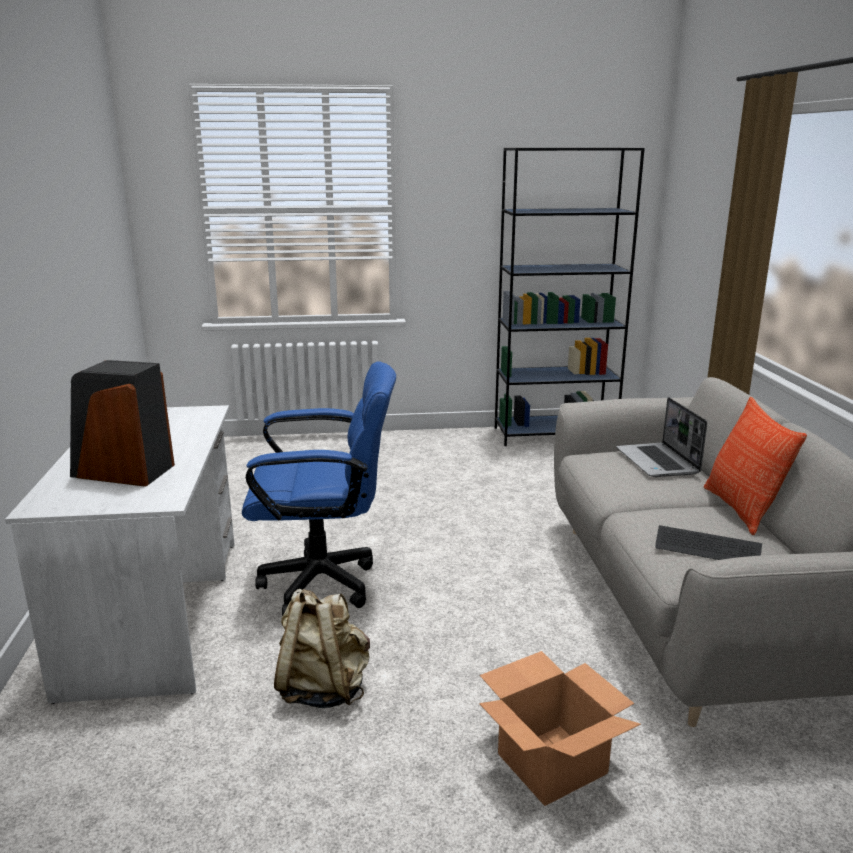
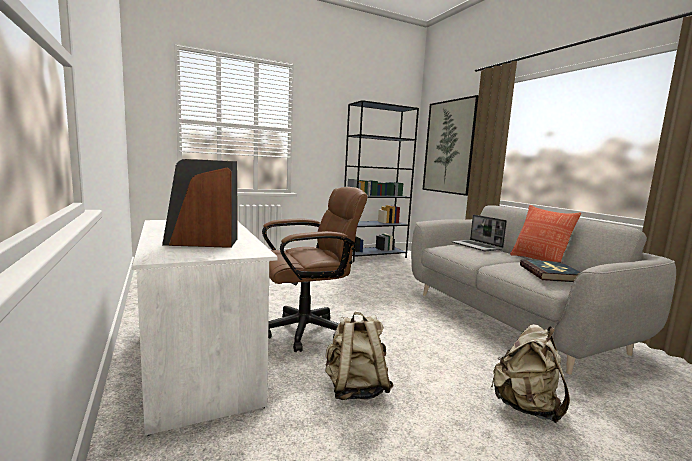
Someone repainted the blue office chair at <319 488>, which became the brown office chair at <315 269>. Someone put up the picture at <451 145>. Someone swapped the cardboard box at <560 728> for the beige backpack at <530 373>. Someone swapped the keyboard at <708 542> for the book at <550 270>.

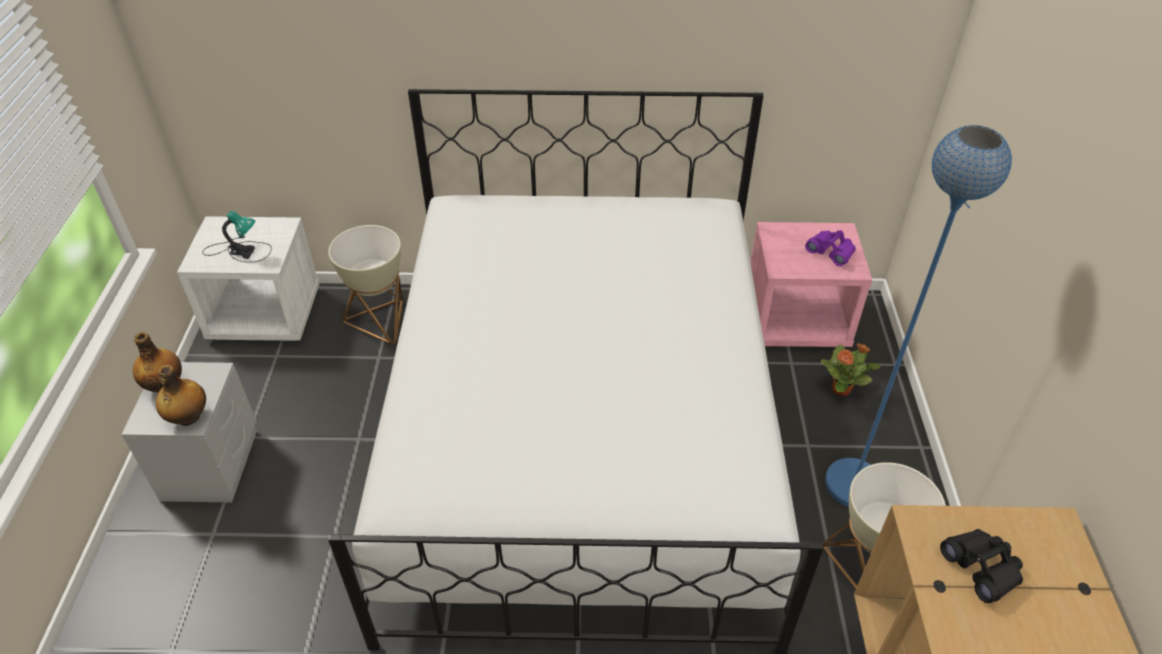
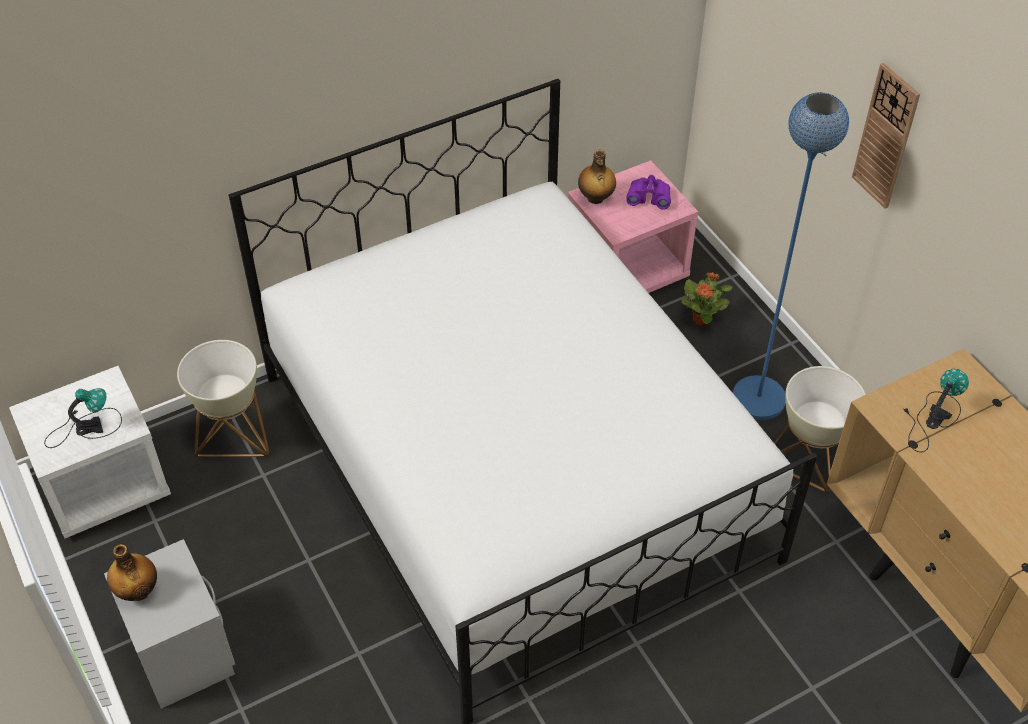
Someone carried the bottle from <181 395> to <597 177>. Someone put up the wall clock at <886 136>. Someone swapped the black binoculars at <981 566> for the table lamp at <936 411>.

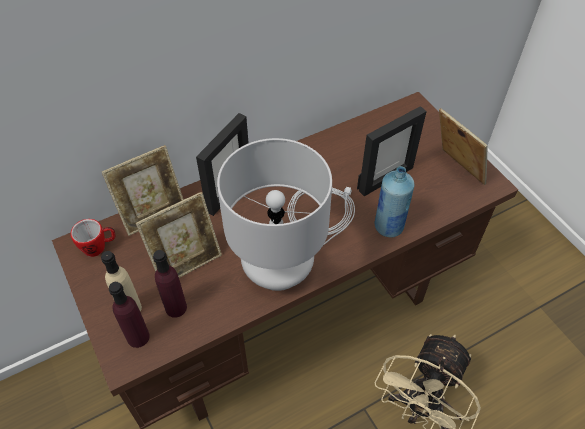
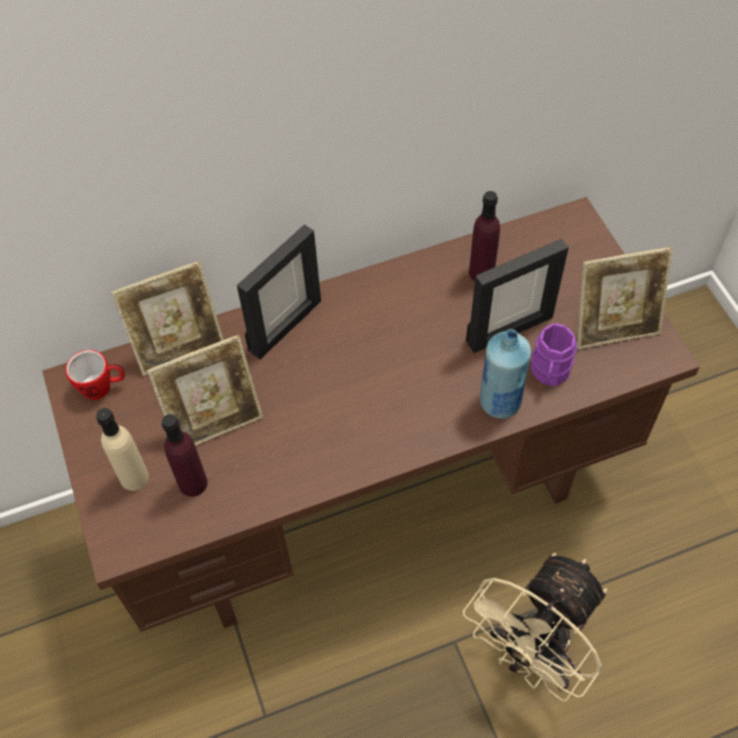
Someone carried the purple bottle from <129 315> to <484 236>. Someone put down the purple mug at <554 354>. Someone rotated the picture frame at <463 146> by 105 degrees clockwise. Someone took away the grey table lamp at <286 214>.

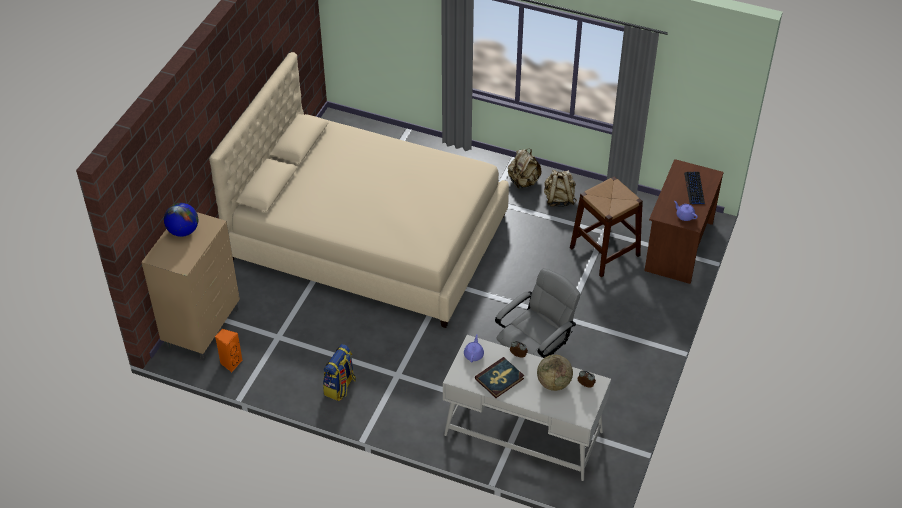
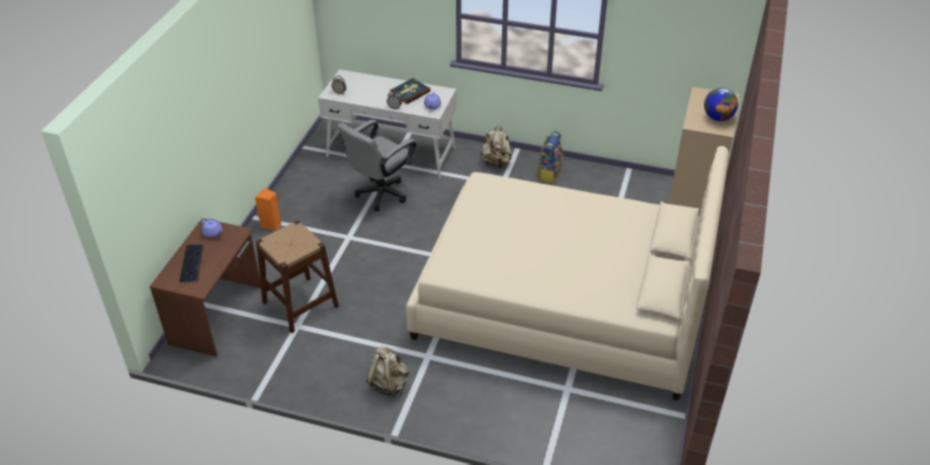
Someone carried the orange speaker from <229 350> to <268 209>. Someone carried the beige backpack from <560 188> to <496 147>. Someone took away the globe at <555 373>.

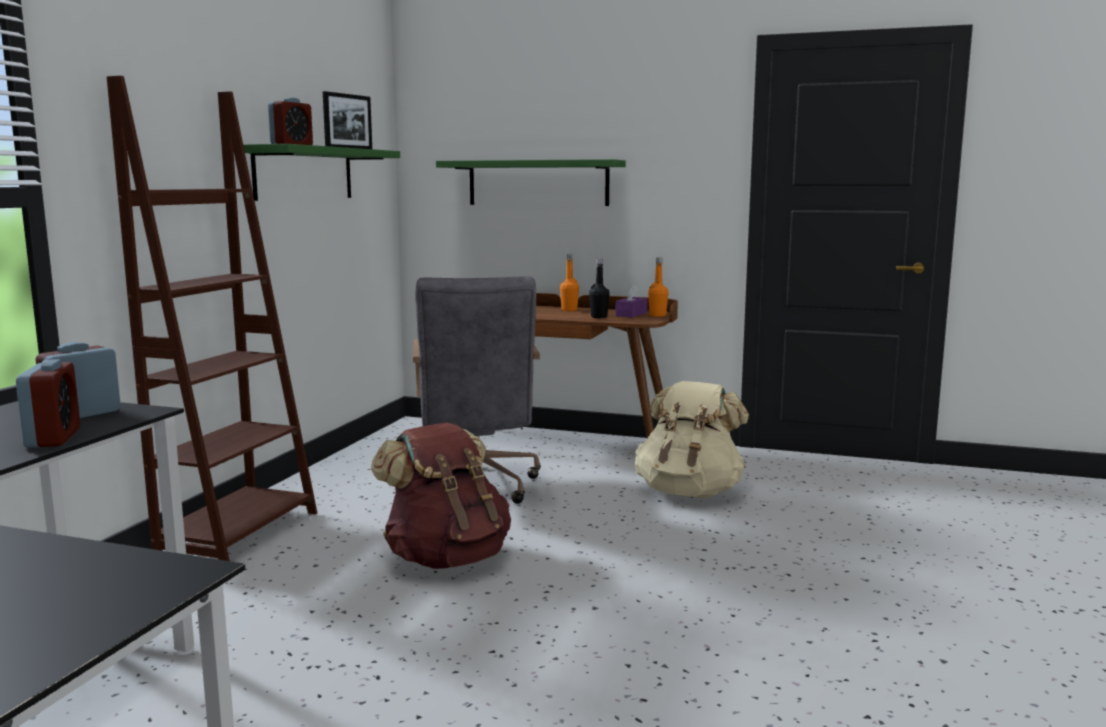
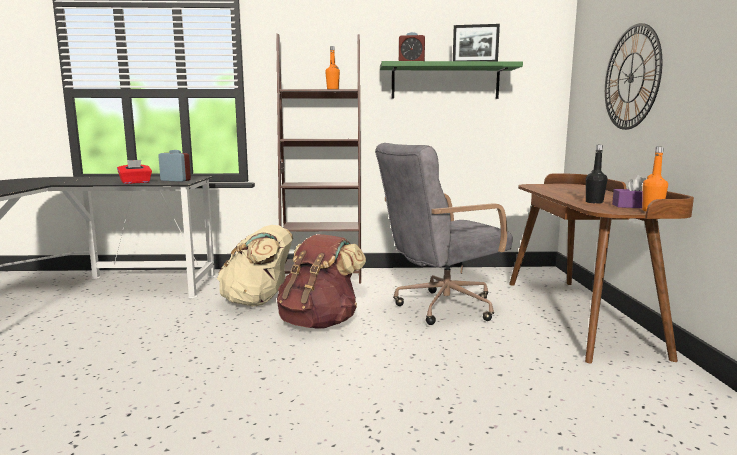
Someone swapped the alarm clock at <48 403> for the red tissue box at <134 172>. Someone carried the beige backpack from <692 439> to <255 266>. Someone carried the orange bottle from <569 282> to <332 67>. Someone swapped the green shelf at <531 182> for the wall clock at <633 76>.

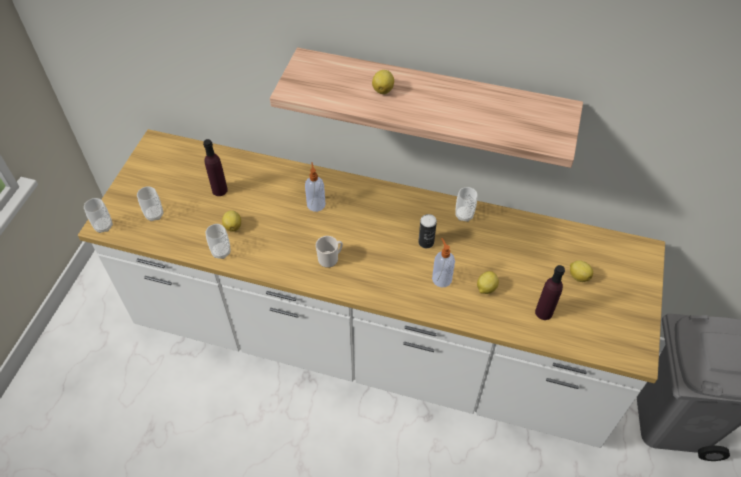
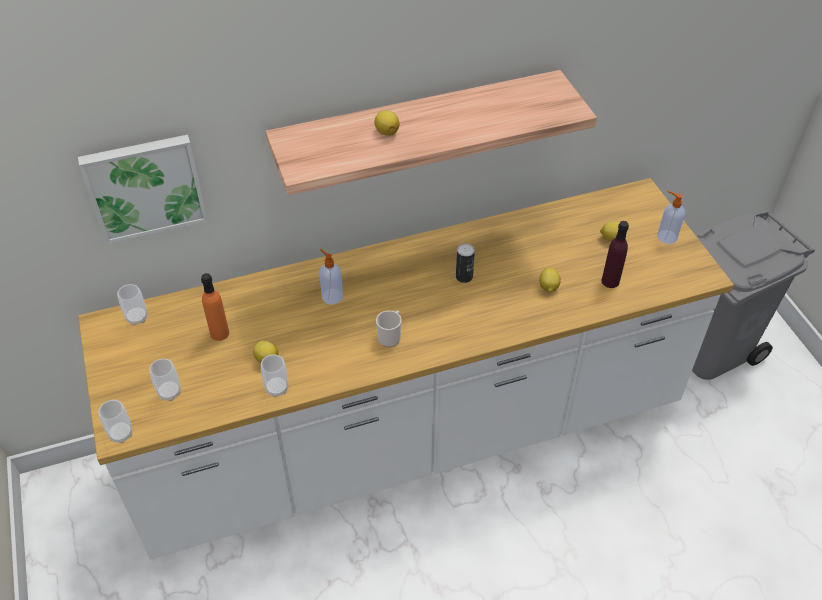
Someone put up the picture at <143 189>. Someone carried the cup from <466 204> to <132 305>. Someone repainted the purple bottle at <215 167>, which became the orange bottle at <215 307>. Someone carried the soap dispenser from <443 263> to <671 217>.

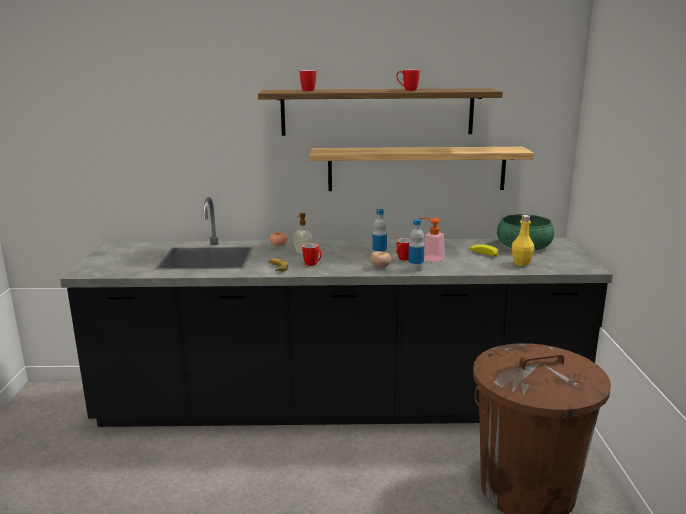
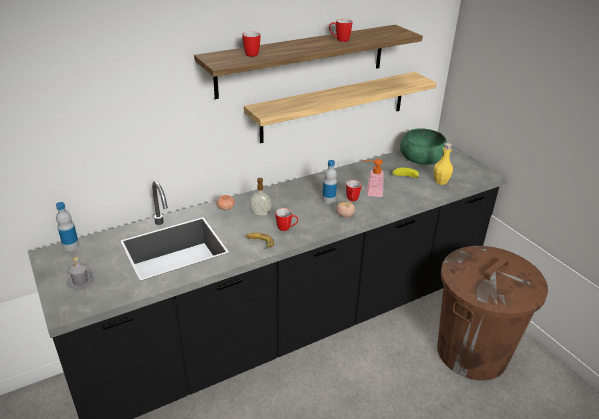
Someone carried the bottle from <416 245> to <67 226>. Someone put down the grey mug at <81 273>.

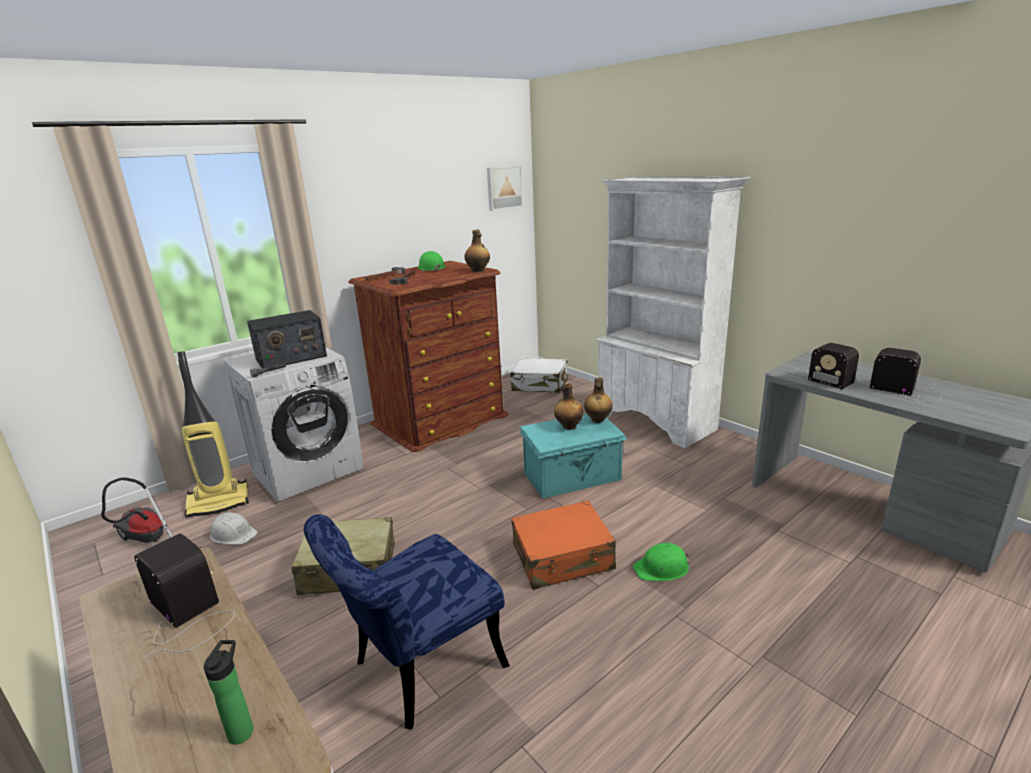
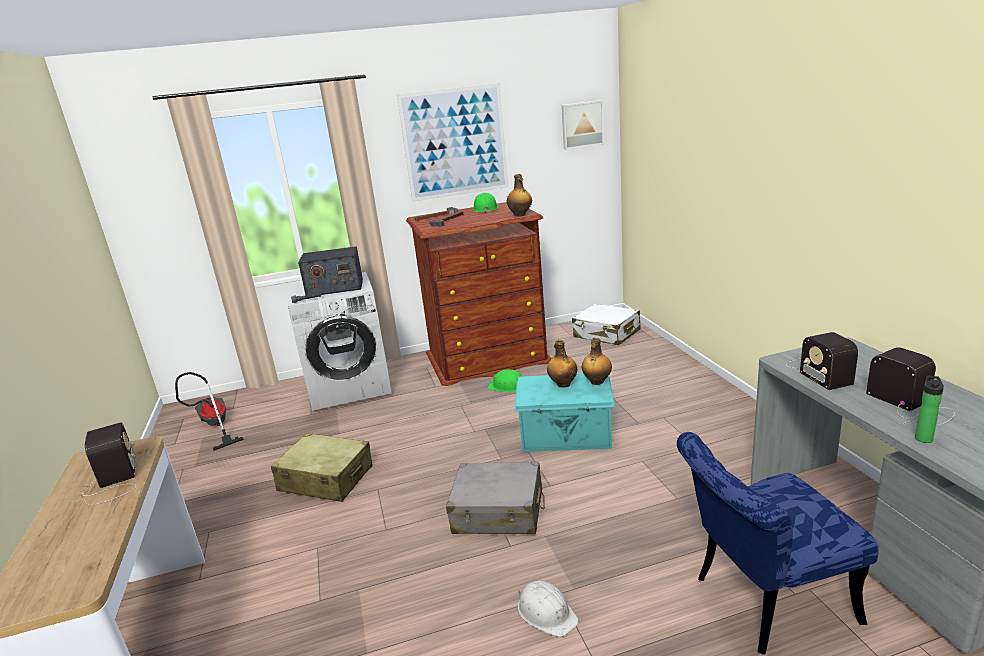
Someone put up the picture at <452 142>. Someone repainted the orange suitcase at <564 545>, which became the grey suitcase at <495 498>. Someone carried the green hard hat from <661 562> to <505 380>. Someone carried the white hard hat from <234 528> to <548 609>. Someone carried the blue chair from <407 621> to <778 543>. Someone carried the bottle from <229 692> to <929 409>. Someone took away the vacuum cleaner at <213 434>. Someone took away the white bookcase at <673 312>.

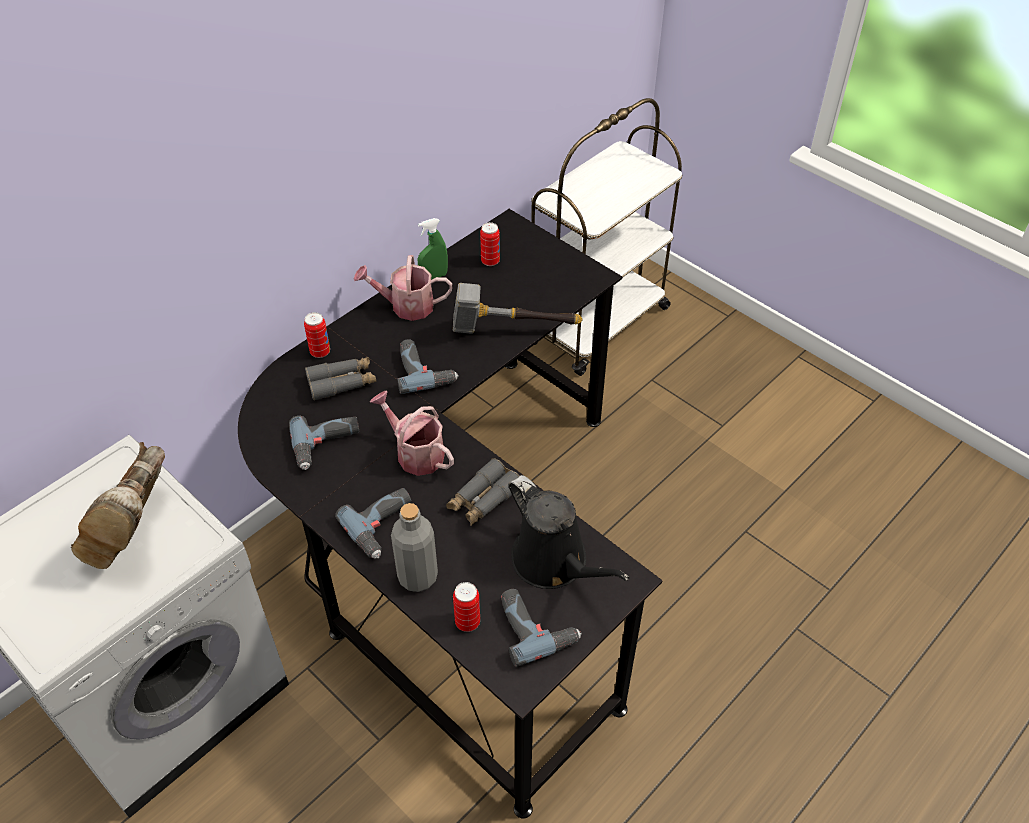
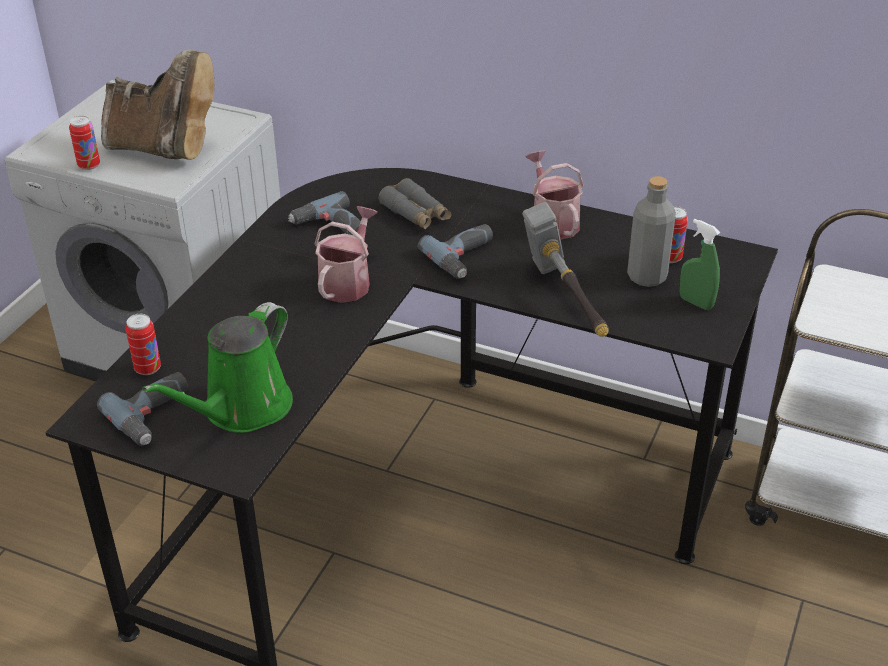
Someone carried the can from <317 335> to <84 143>. Someone rotated the brown boot at <118 505> by 150 degrees counterclockwise. Someone repainted the black watering can at <569 532>, which became the green watering can at <217 367>. Someone carried the grey bottle from <414 547> to <651 231>. Someone carried the green spray bottle from <433 249> to <700 264>. Someone took away the power drill at <373 523>. Someone took away the grey binoculars at <482 492>.

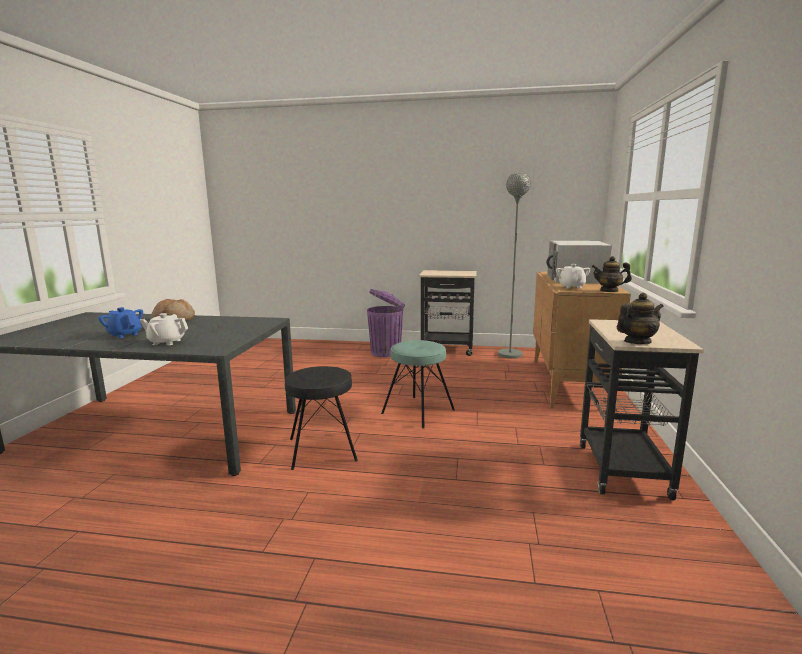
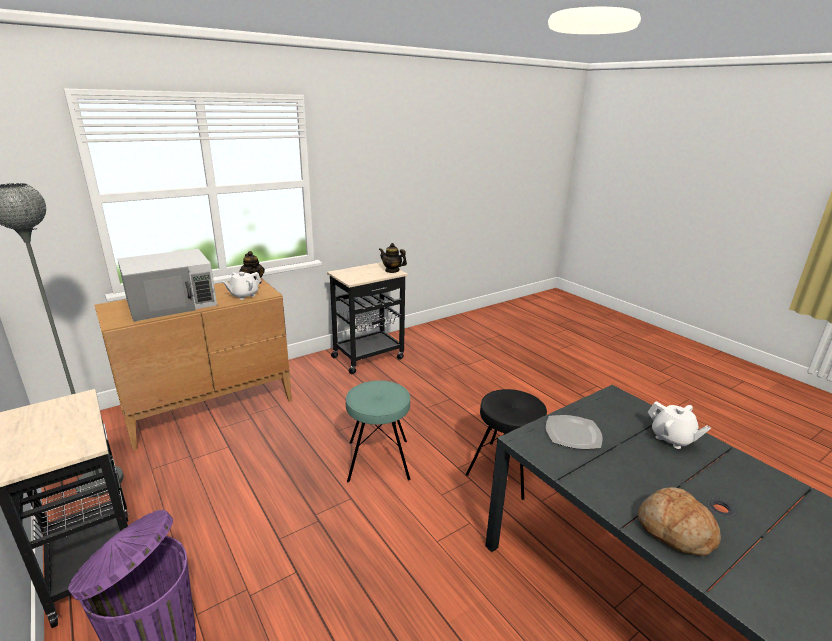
Someone put down the plate at <574 432>. Someone took away the blue teapot at <120 322>.

